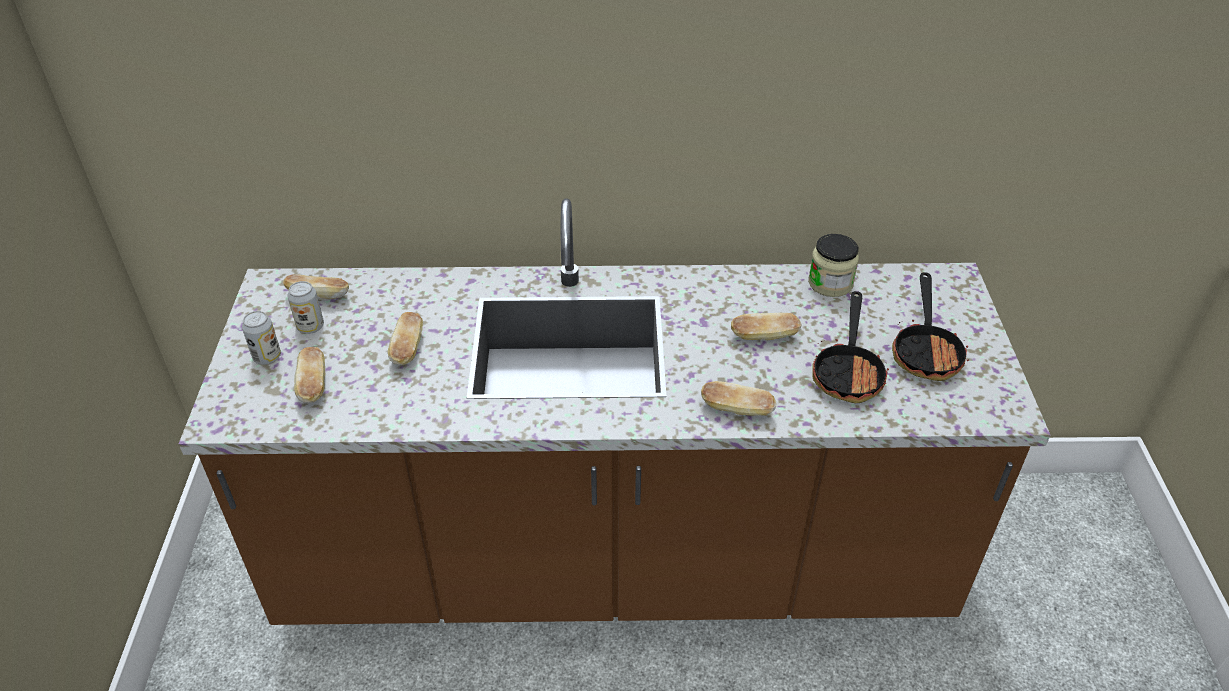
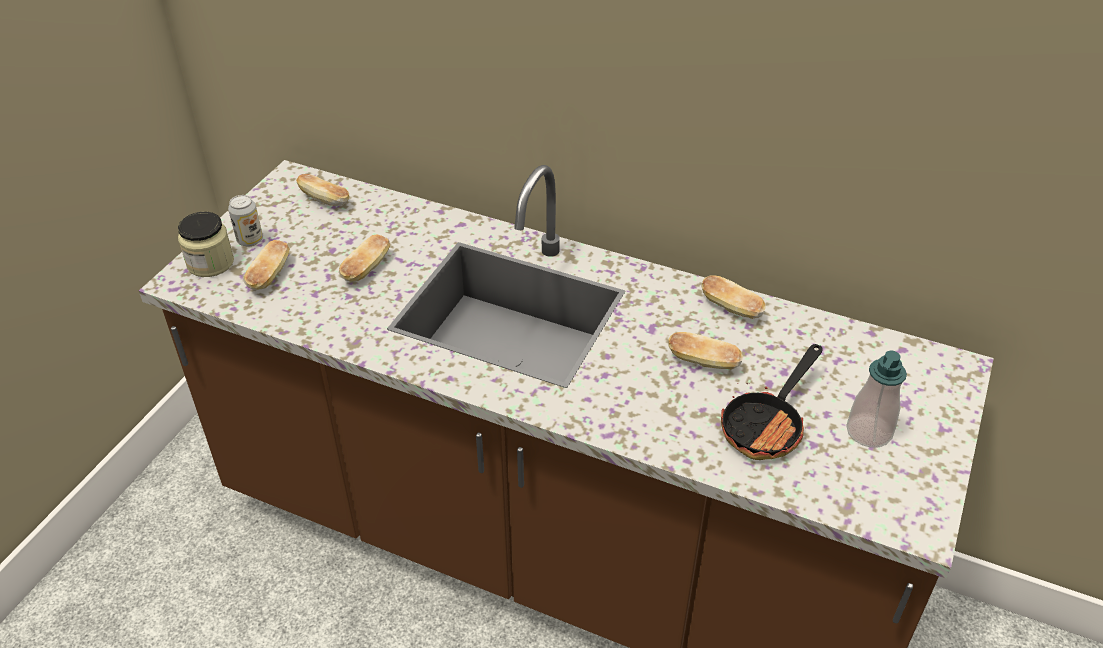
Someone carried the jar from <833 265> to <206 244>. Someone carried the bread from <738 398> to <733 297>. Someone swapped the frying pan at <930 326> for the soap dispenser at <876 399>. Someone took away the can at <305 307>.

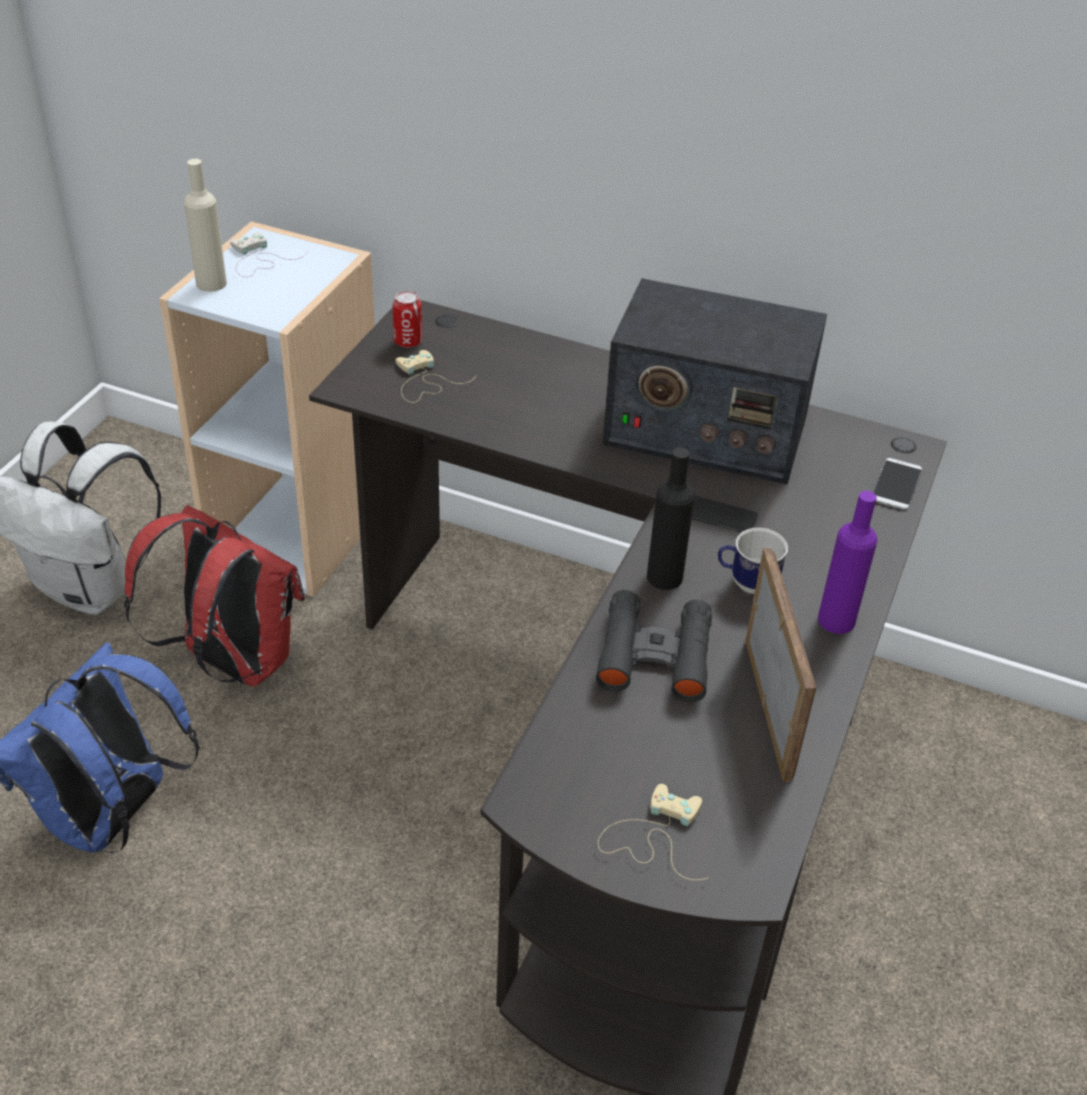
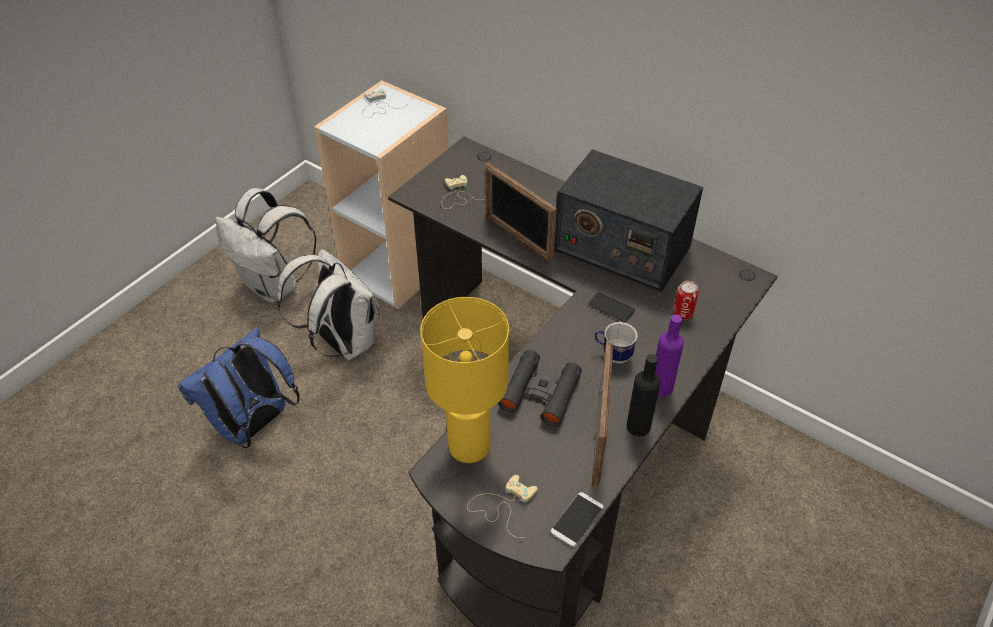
Someone repainted the red backpack at <214 596>, which became the white backpack at <328 304>. Someone put down the yellow table lamp at <464 380>. Someone put down the picture frame at <521 212>. Someone carried the phone from <897 484> to <577 519>. Someone carried the black bottle from <671 519> to <643 395>. Someone carried the can from <407 319> to <686 300>. Someone took away the beige bottle at <205 225>.

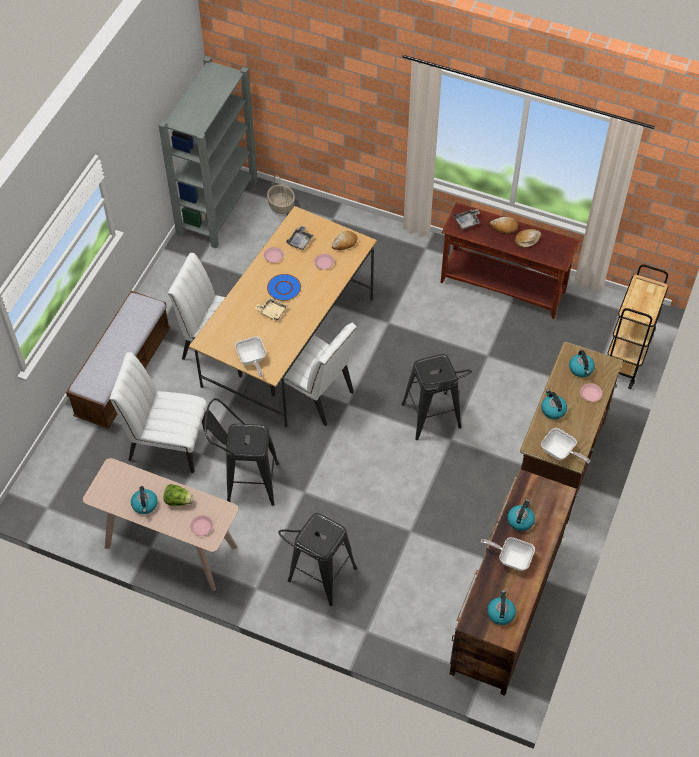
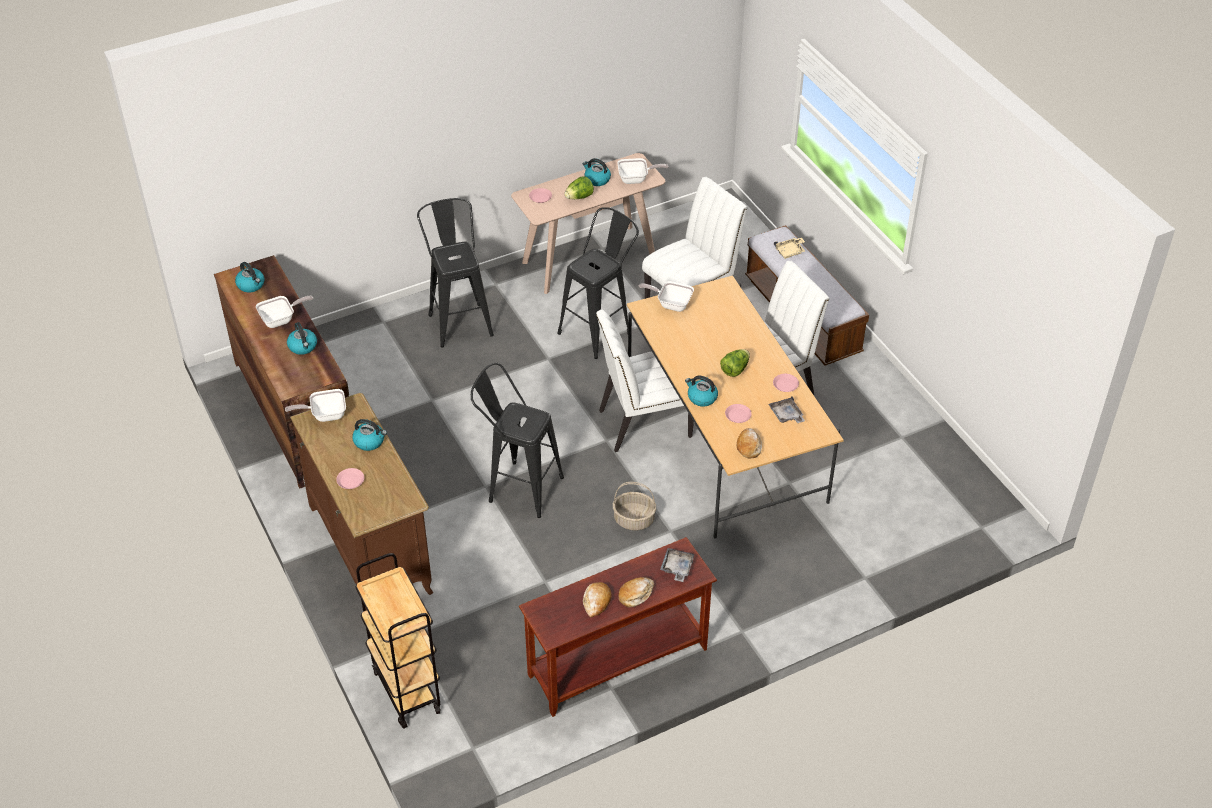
Someone carried the basket from <281 194> to <634 506>. Someone put down the frying pan at <642 171>. Someone carried the kettle from <582 363> to <701 391>. Someone swapped the blue plate at <284 287> for the lettuce at <735 363>. Someone carried the beige tray from <271 309> to <789 248>. Someone took away the grey bookcase at <208 152>.

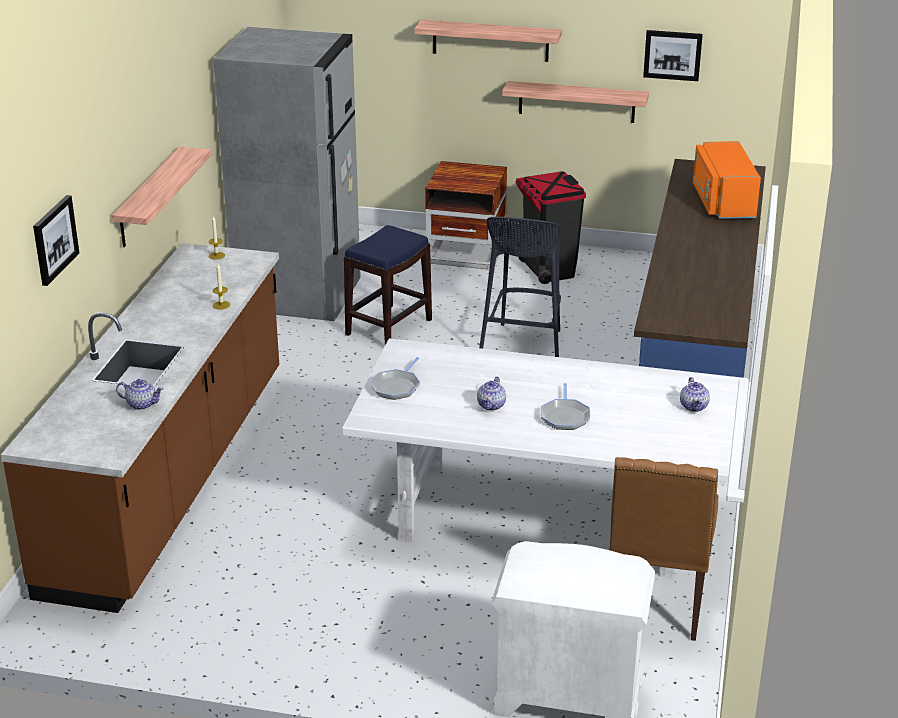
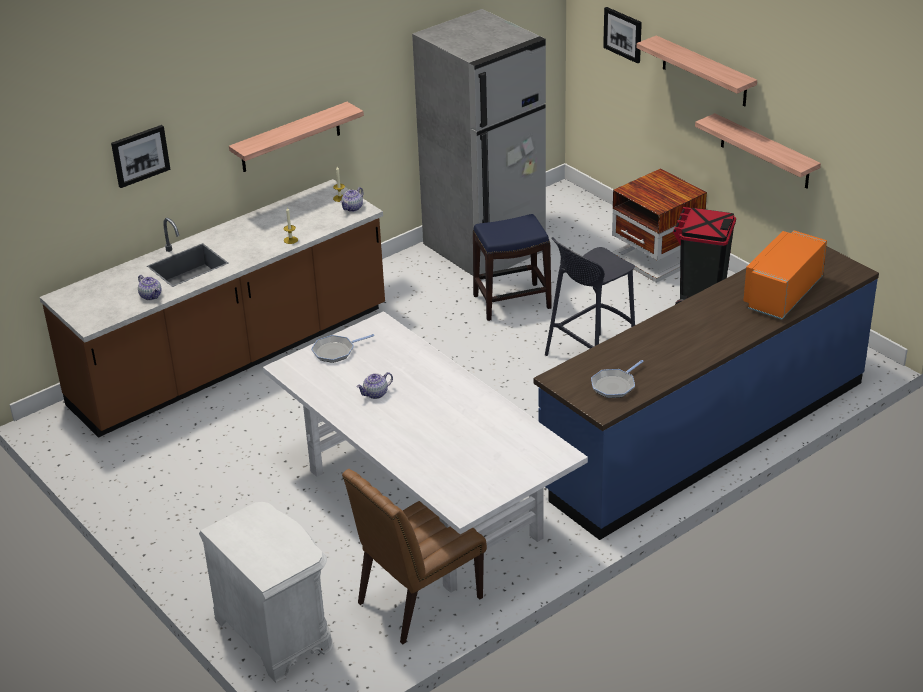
Someone carried the teapot from <695 394> to <351 199>. Someone carried the frying pan from <565 406> to <617 379>. Someone carried the picture from <673 55> to <622 35>.

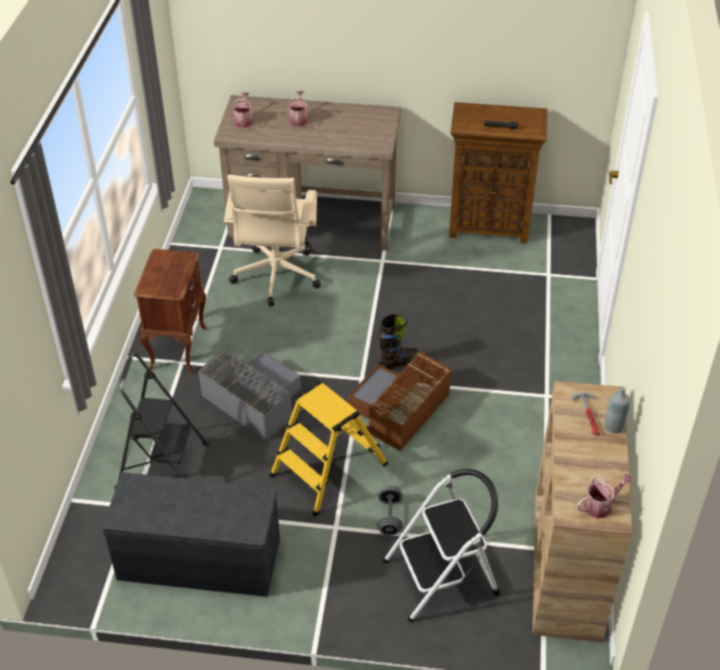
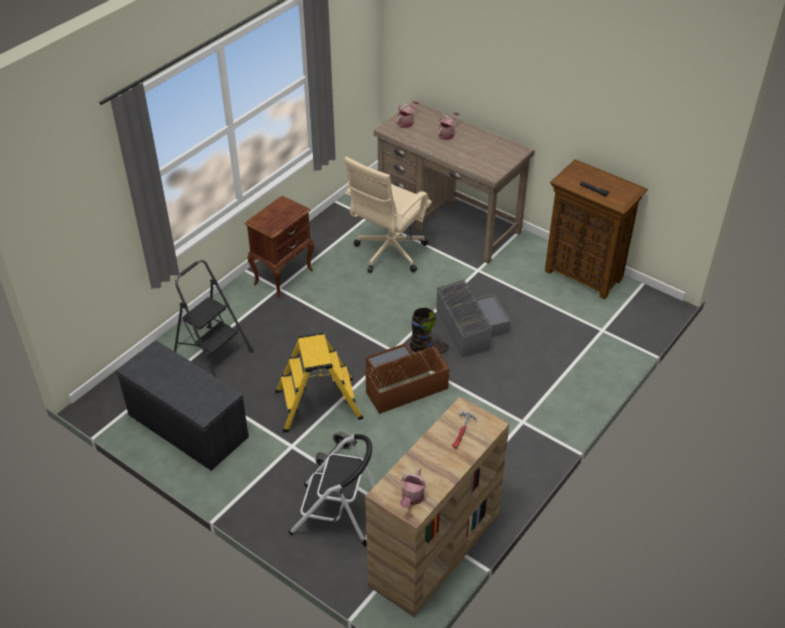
Someone rotated the watering can at <605 495> by 105 degrees clockwise. Someone carried the grey storage box from <249 394> to <473 318>. Someone took away the grey bottle at <617 410>.

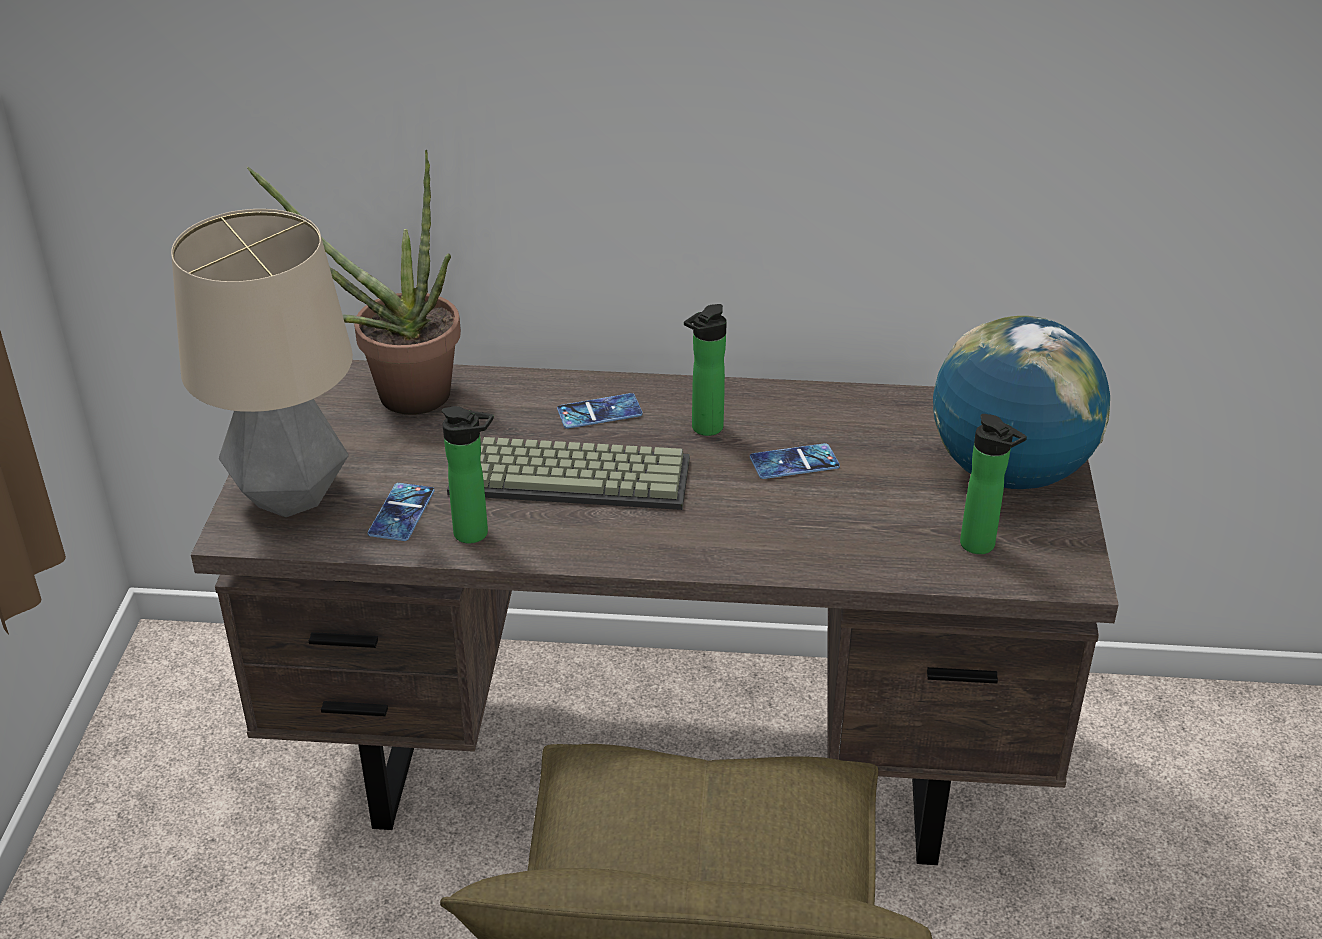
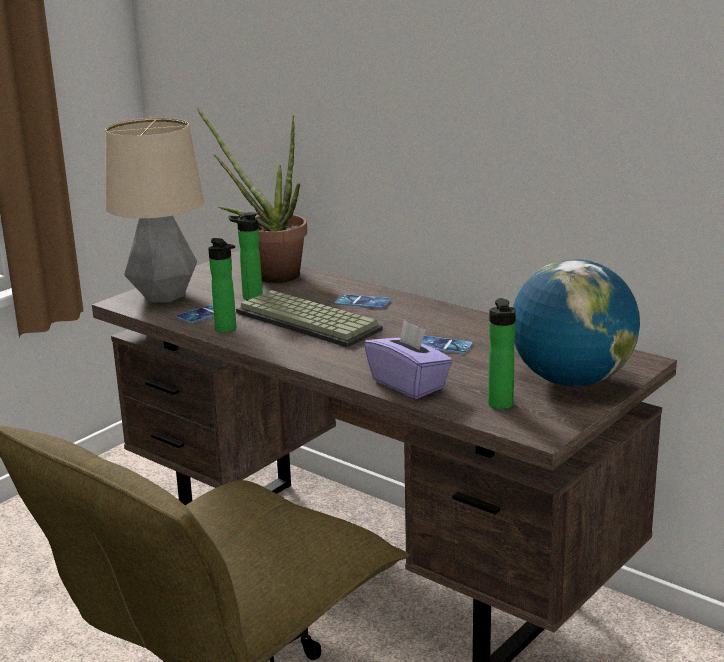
Someone carried the bottle from <705 370> to <246 256>. Someone put down the purple tissue box at <408 359>.

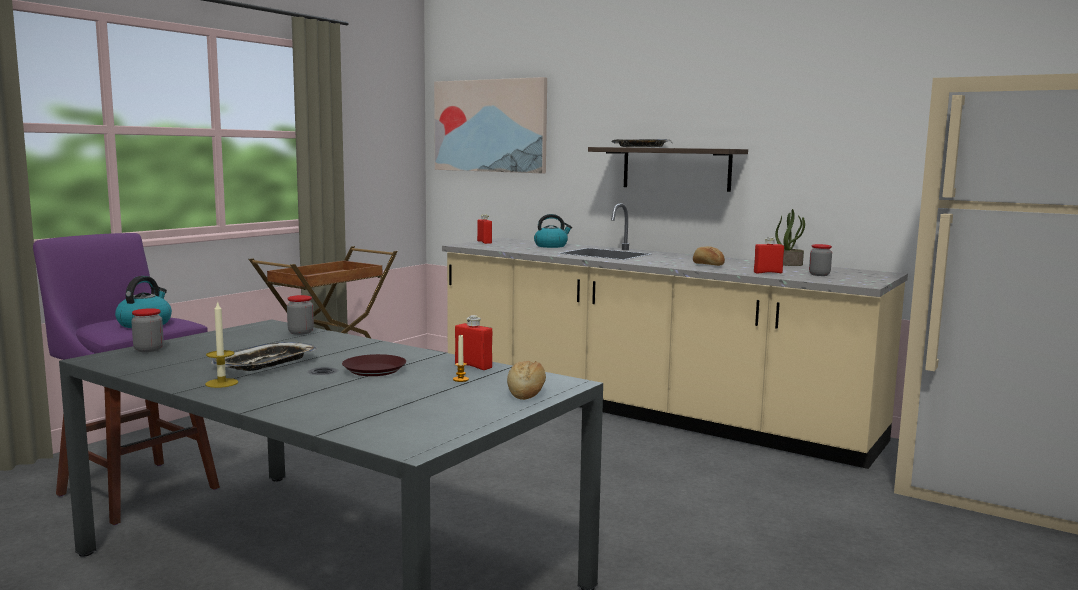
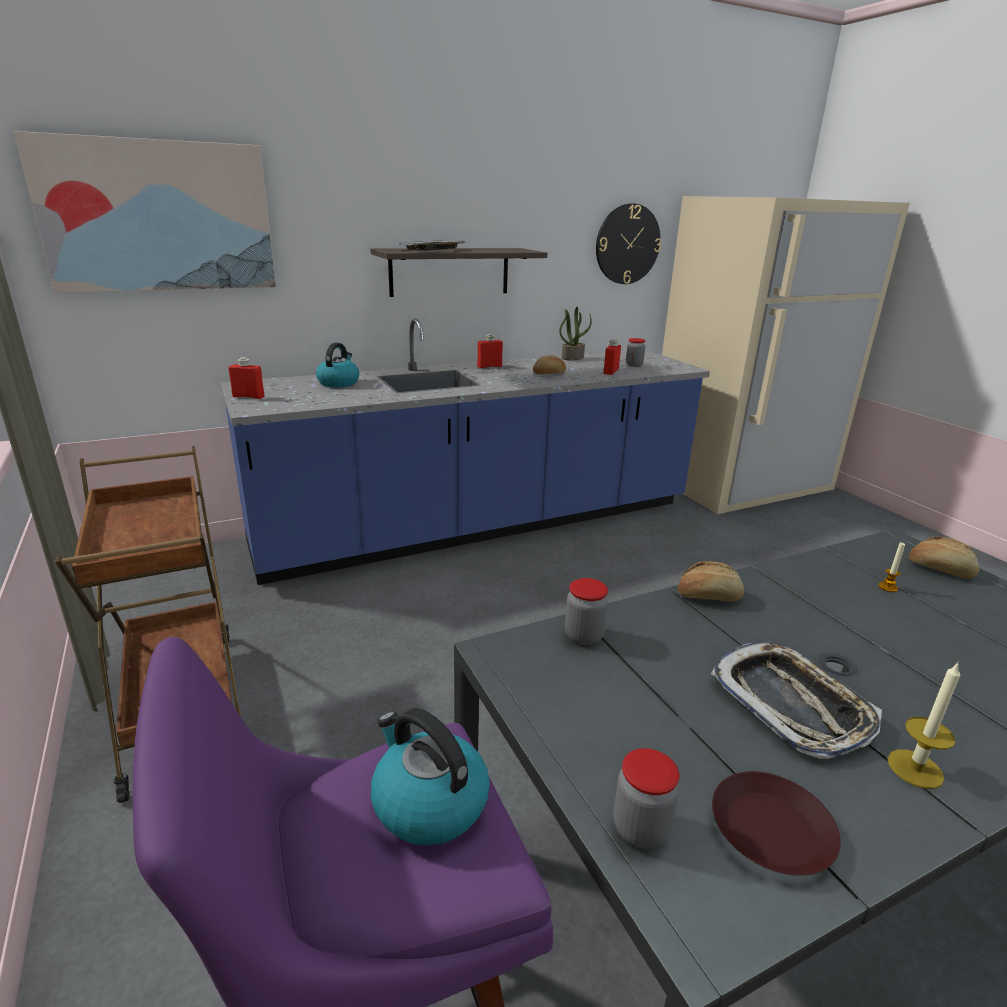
Someone repainted the beige counter at <675 336>, which became the blue counter at <465 452>. Someone carried the red bottle from <473 342> to <490 351>. Someone put up the wall clock at <628 243>. Someone put down the bread at <711 581>. Someone carried the brown plate from <374 365> to <776 823>.

